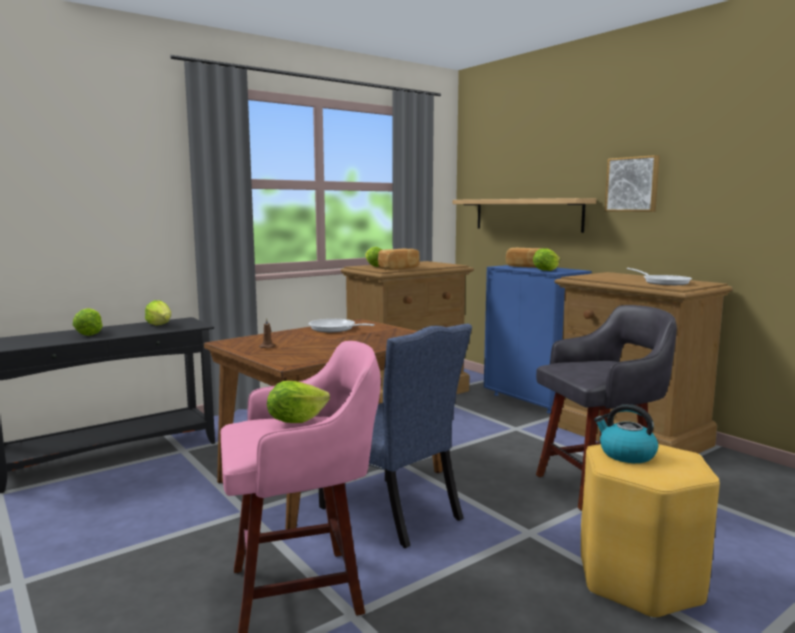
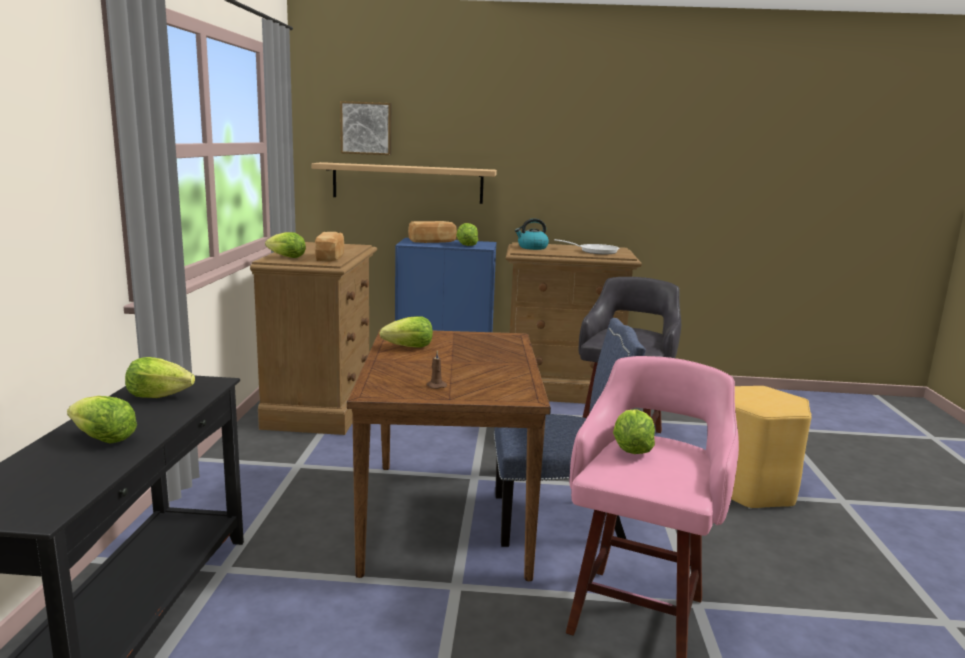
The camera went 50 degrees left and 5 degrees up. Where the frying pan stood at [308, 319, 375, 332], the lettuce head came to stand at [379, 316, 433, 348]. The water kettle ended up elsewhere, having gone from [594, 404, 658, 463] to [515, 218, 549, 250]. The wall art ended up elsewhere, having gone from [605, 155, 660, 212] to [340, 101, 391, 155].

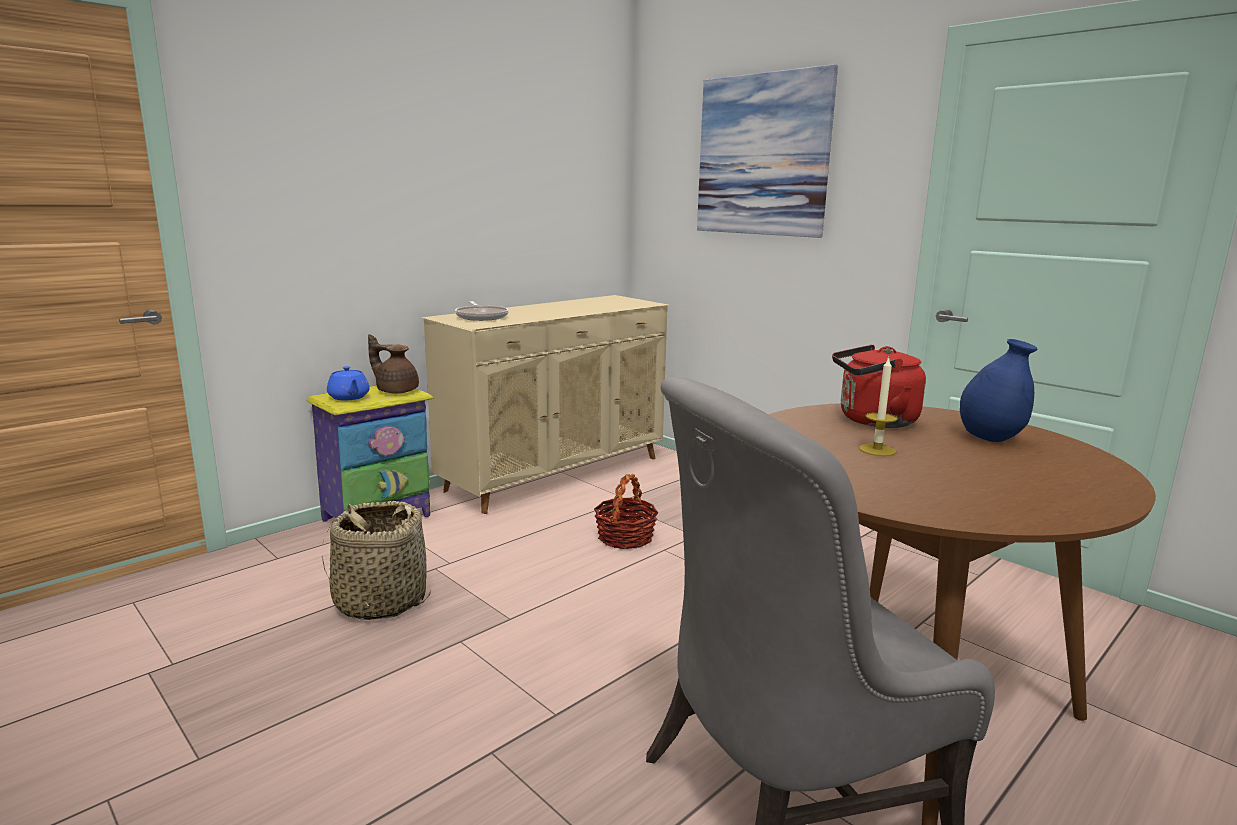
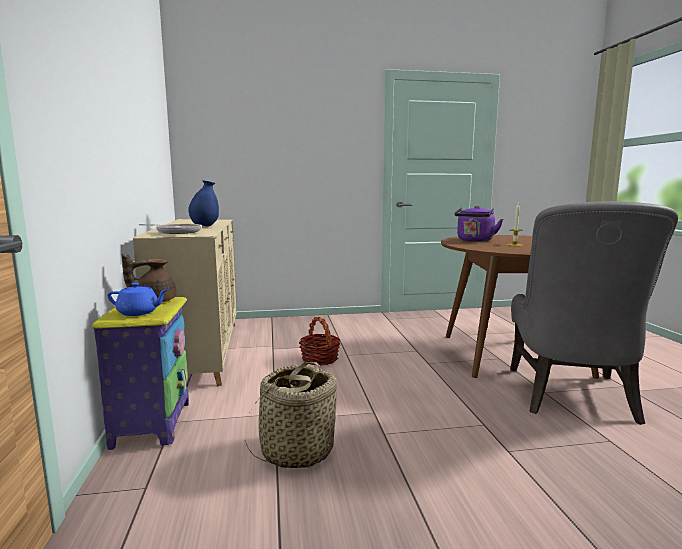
The camera went 55 degrees left and 5 degrees down. The second view lost the wall art at [697, 64, 838, 238]. What was the water kettle (red) at [832, 345, 926, 428] turned into the water kettle (purple) at [454, 206, 503, 242]. The flower vase (blue) ended up elsewhere, having gone from [960, 339, 1037, 442] to [188, 180, 219, 227].

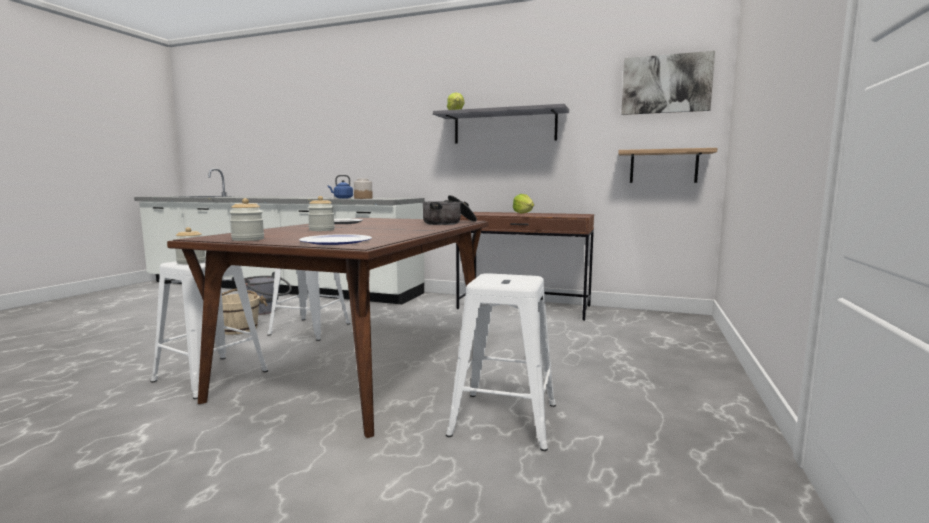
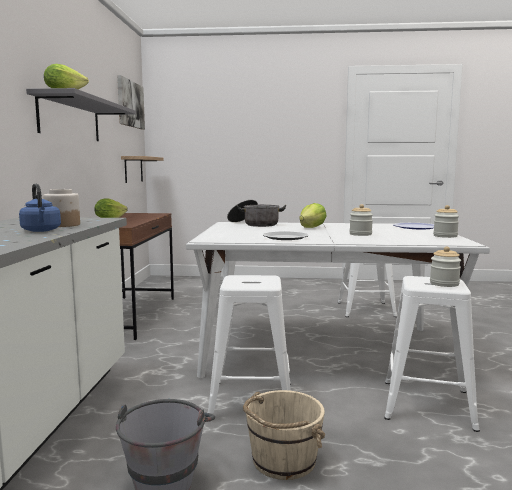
The camera went 105 degrees left and 0 degrees up. What was the kitchen table (brown-coloured) at [167, 218, 489, 438] turned into the kitchen table (white-coloured) at [186, 222, 490, 378]. The second view gained the lettuce head at [299, 203, 327, 228].

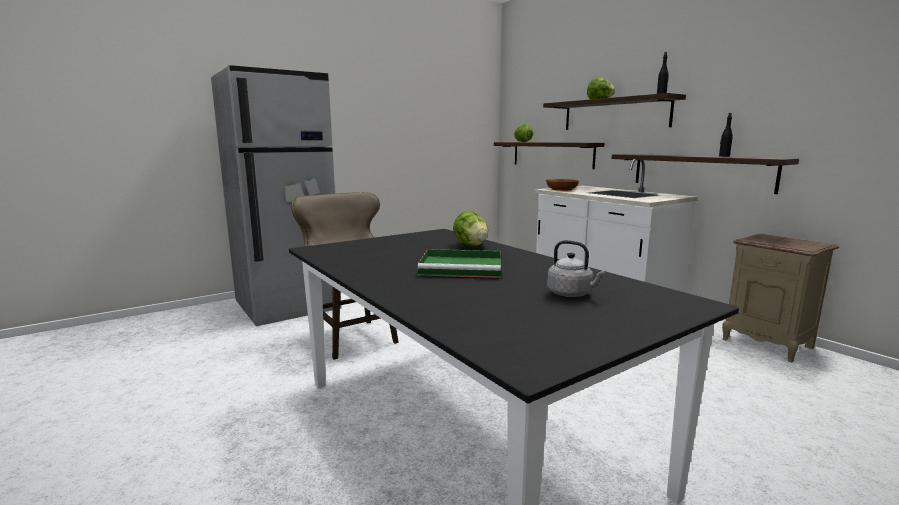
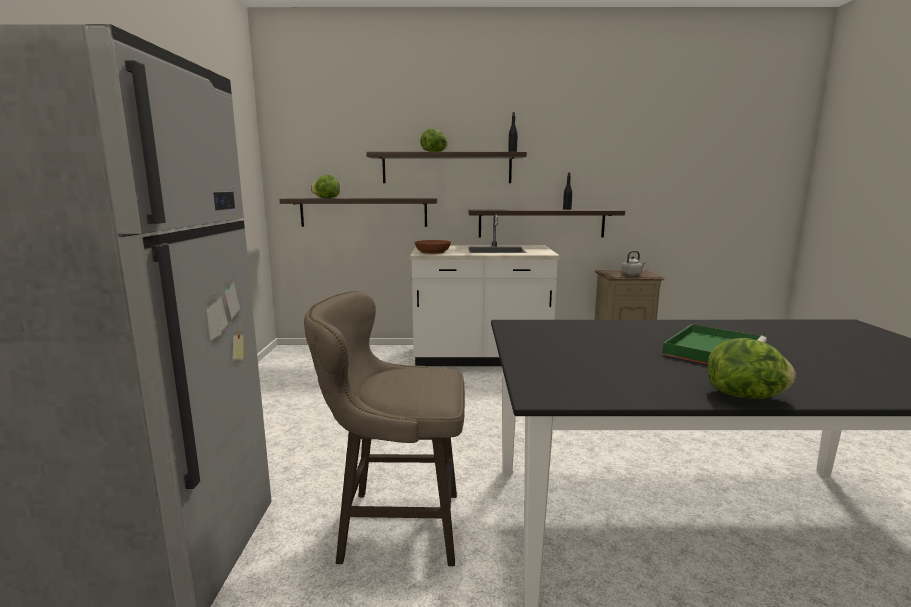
The camera went 55 degrees left and 0 degrees up. The lettuce head ended up elsewhere, having gone from [453, 210, 488, 246] to [708, 338, 796, 399]. The water kettle (grey) ended up elsewhere, having gone from [547, 240, 606, 297] to [621, 251, 646, 276].

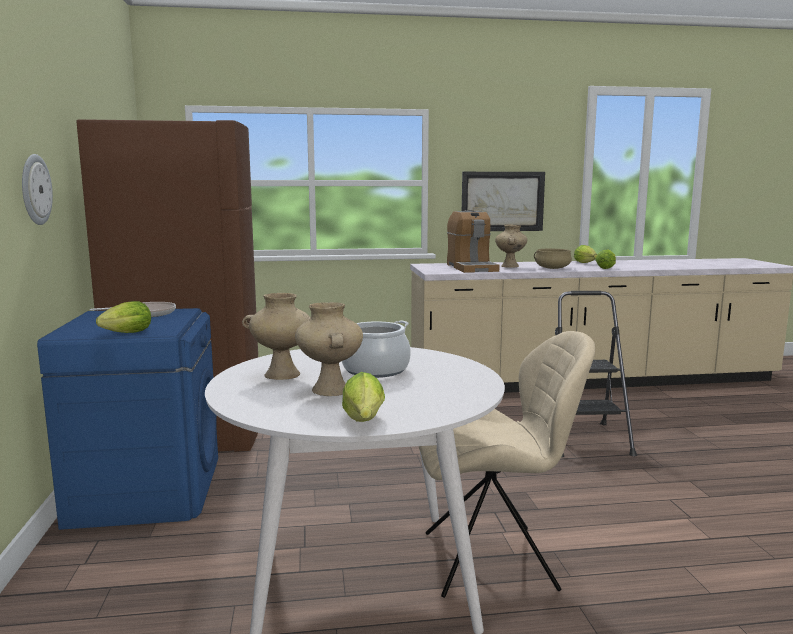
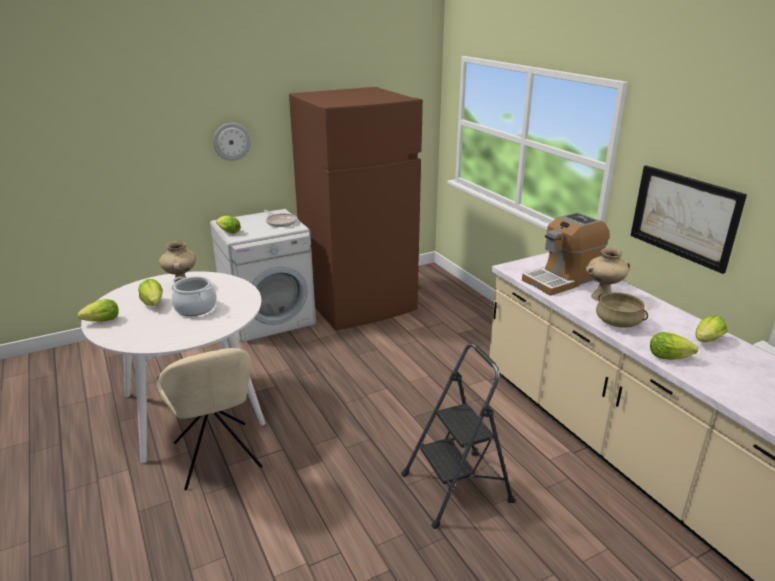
The camera went 70 degrees right and 15 degrees up. What was the laundry machine (blue) at [37, 308, 218, 530] turned into the laundry machine (white-coloured) at [210, 209, 316, 342]. Where the flower vase (sand-coloured) stood at [295, 302, 363, 396], the lettuce head came to stand at [138, 279, 163, 306].

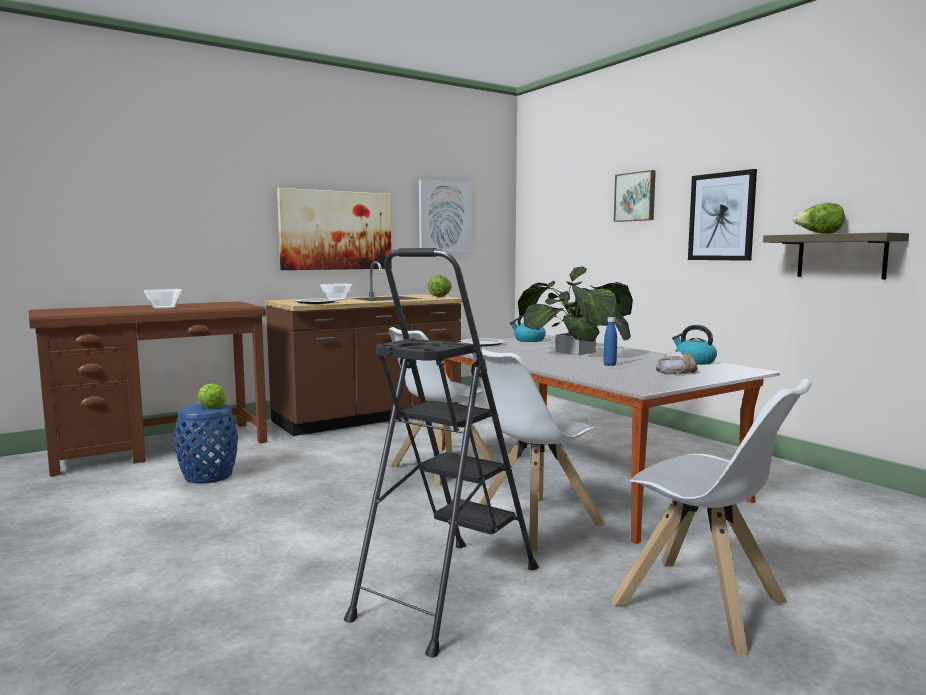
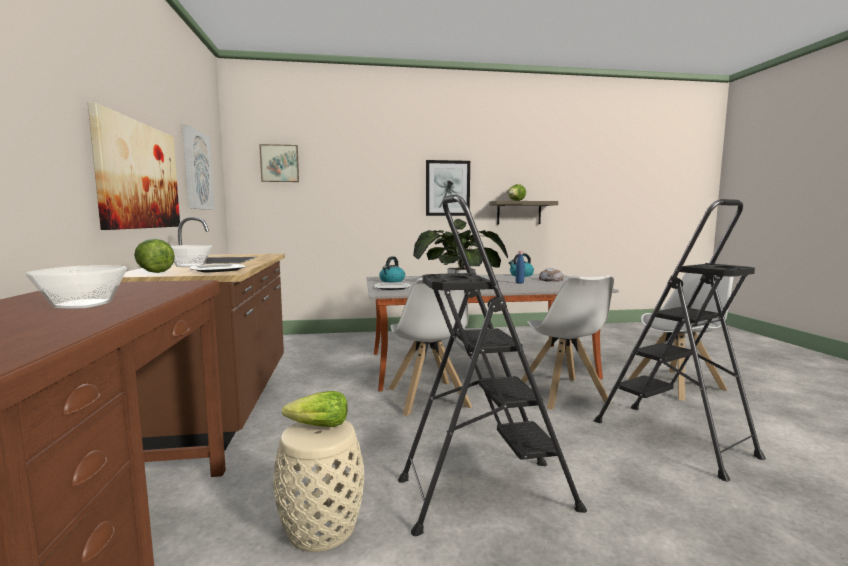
The camera went 65 degrees left and 0 degrees up. What was the sitting stool (blue) at [174, 403, 238, 484] turned into the sitting stool (sand-coloured) at [273, 421, 364, 552]. The lettuce head ended up elsewhere, having gone from [428, 275, 452, 297] to [134, 239, 175, 273]. The wall art ended up elsewhere, having gone from [614, 170, 656, 222] to [259, 144, 299, 182]. The second view gained the stepladder at [398, 194, 587, 536].

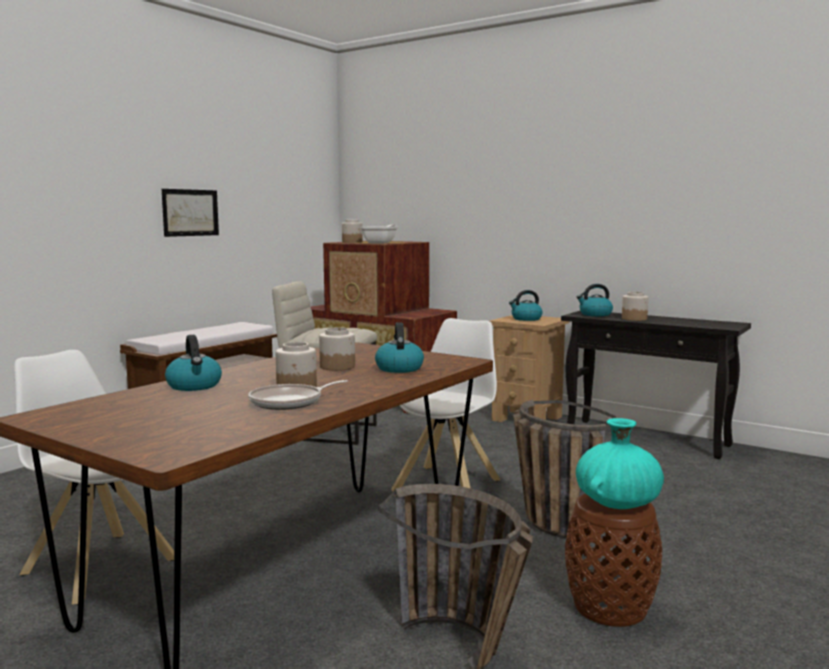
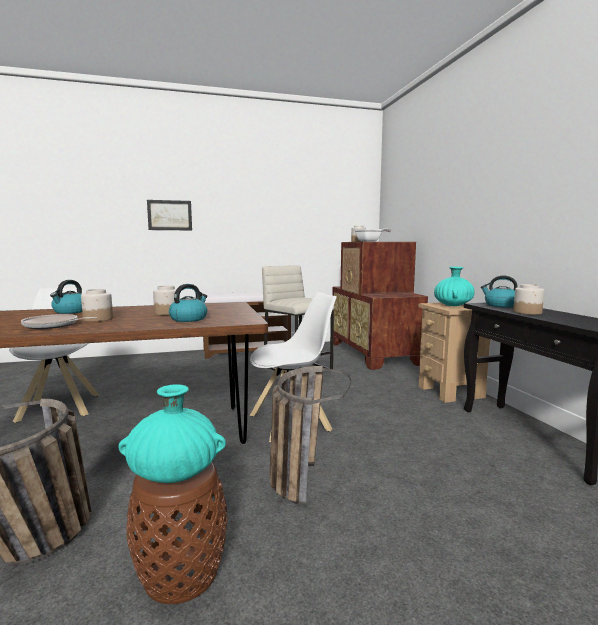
The camera went 40 degrees right and 0 degrees up. The wall art ended up elsewhere, having gone from [162, 189, 219, 237] to [147, 200, 192, 230]. Where the water kettle stood at [509, 290, 543, 321], the flower vase (blue-green) came to stand at [434, 267, 475, 306].

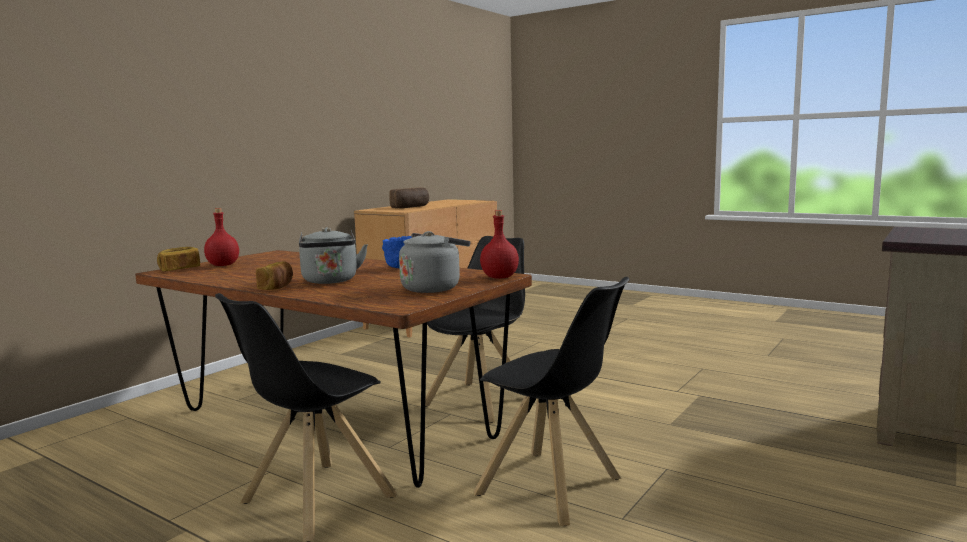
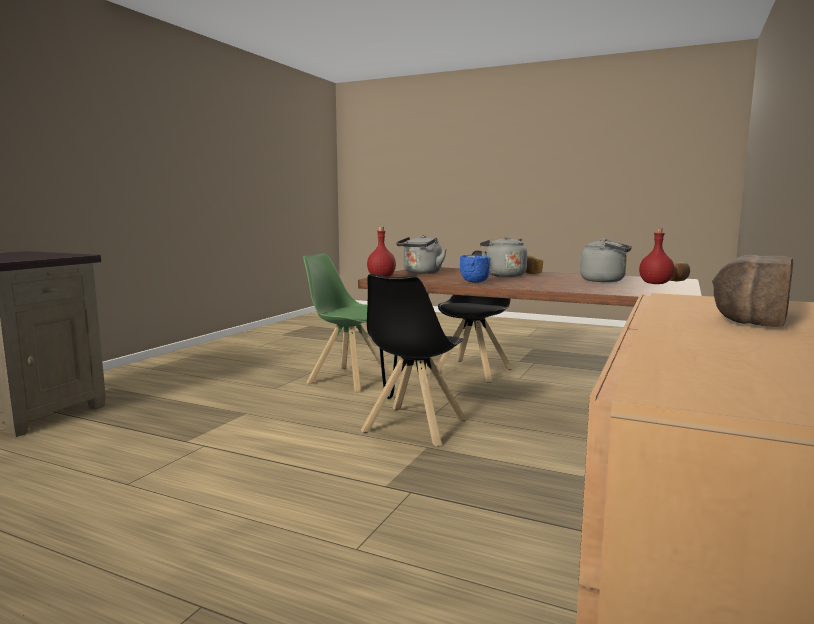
The camera went 170 degrees right and 0 degrees up. What was the upright chair (black-coloured) at [474, 277, 630, 526] turned into the upright chair (green) at [303, 253, 391, 392]. The second view gained the water kettle (grey) at [580, 238, 632, 282].

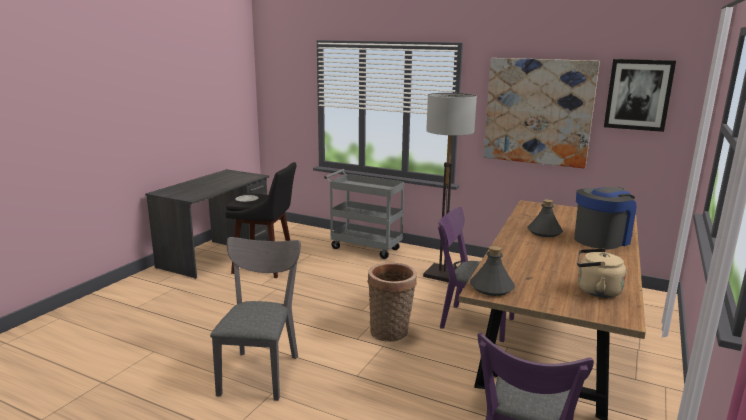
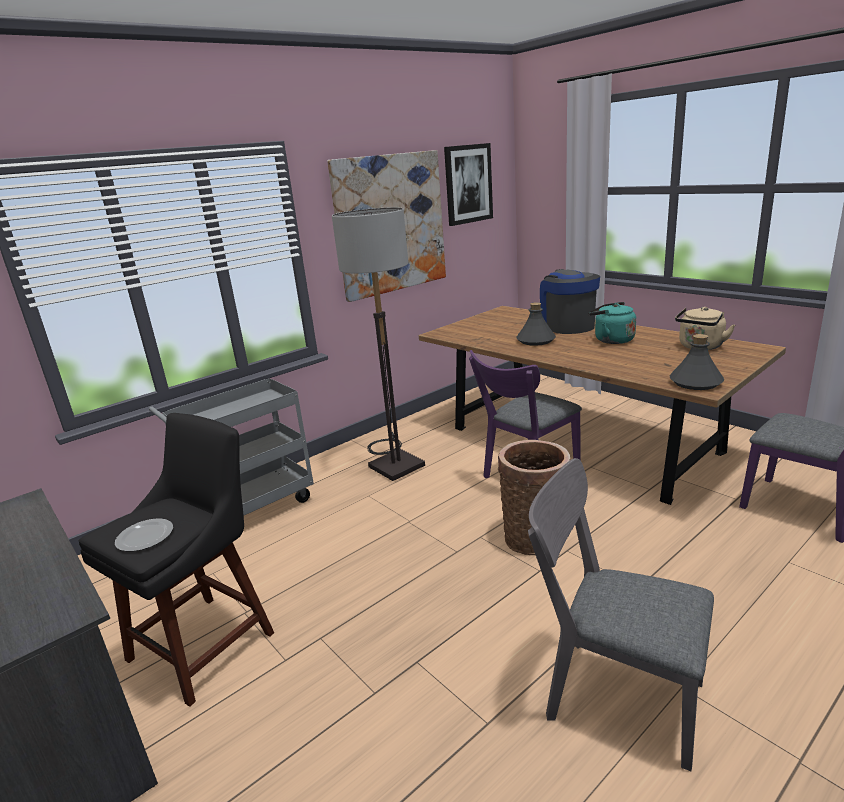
The camera went 65 degrees left and 5 degrees up. The second view gained the water kettle (blue-green) at [588, 302, 636, 344].

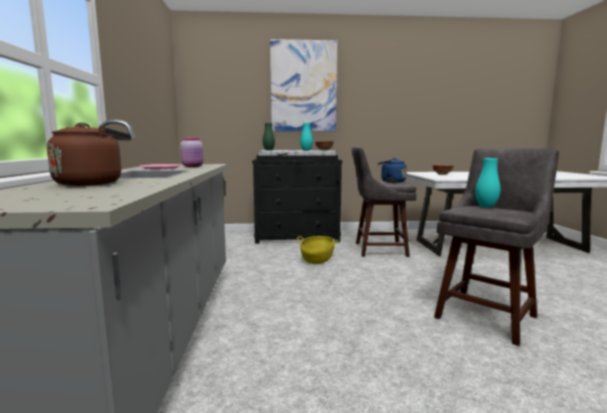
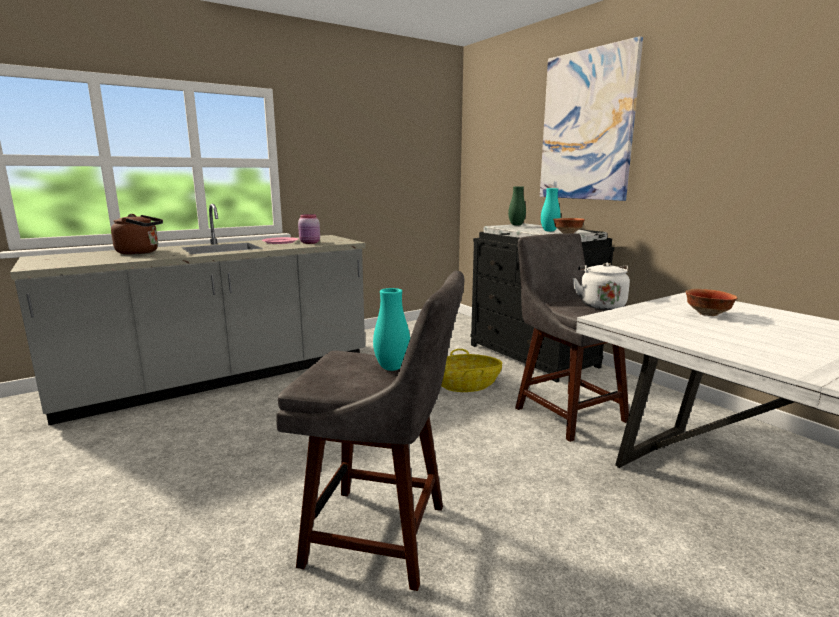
The camera went 60 degrees right and 5 degrees up. What was the water kettle (blue) at [378, 158, 407, 183] turned into the water kettle (white-coloured) at [573, 263, 630, 309].

